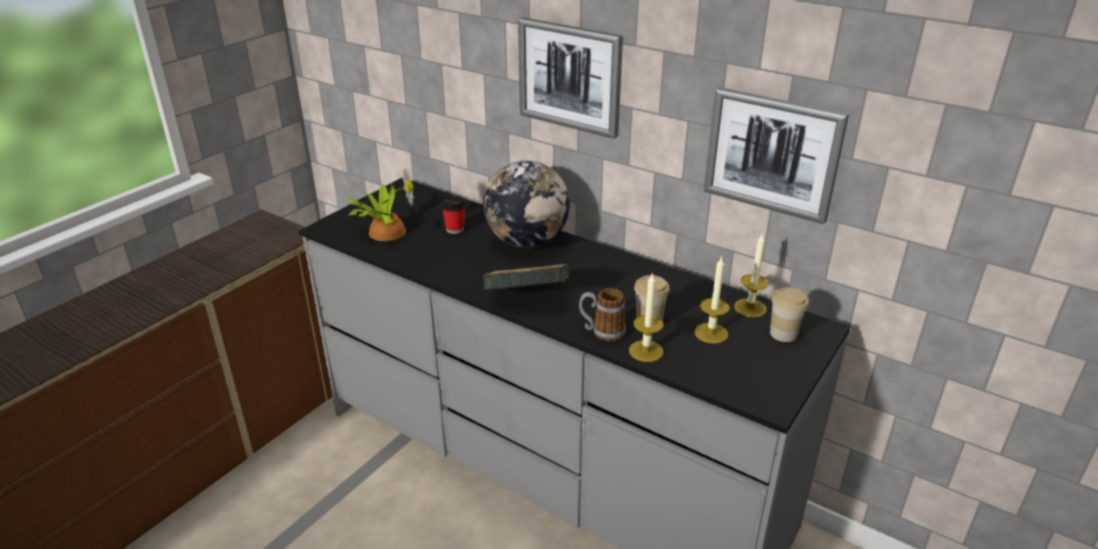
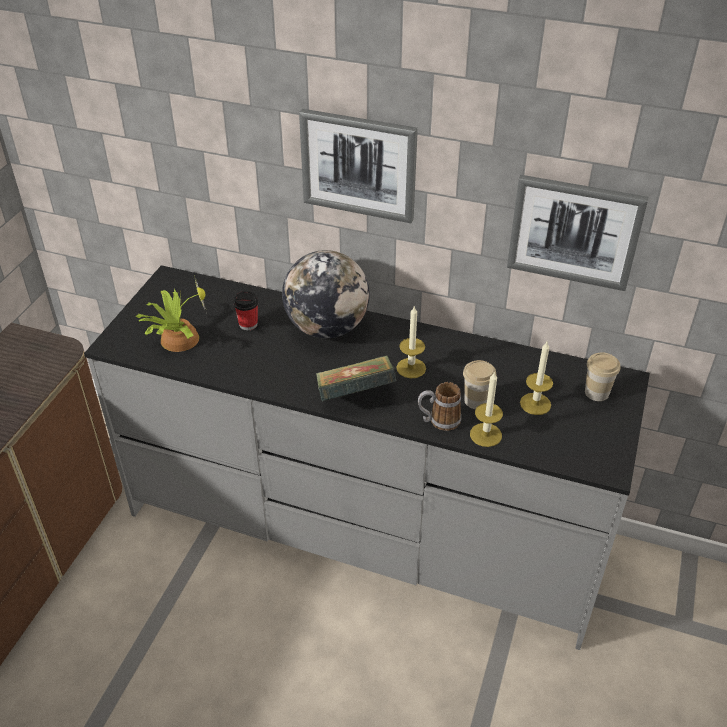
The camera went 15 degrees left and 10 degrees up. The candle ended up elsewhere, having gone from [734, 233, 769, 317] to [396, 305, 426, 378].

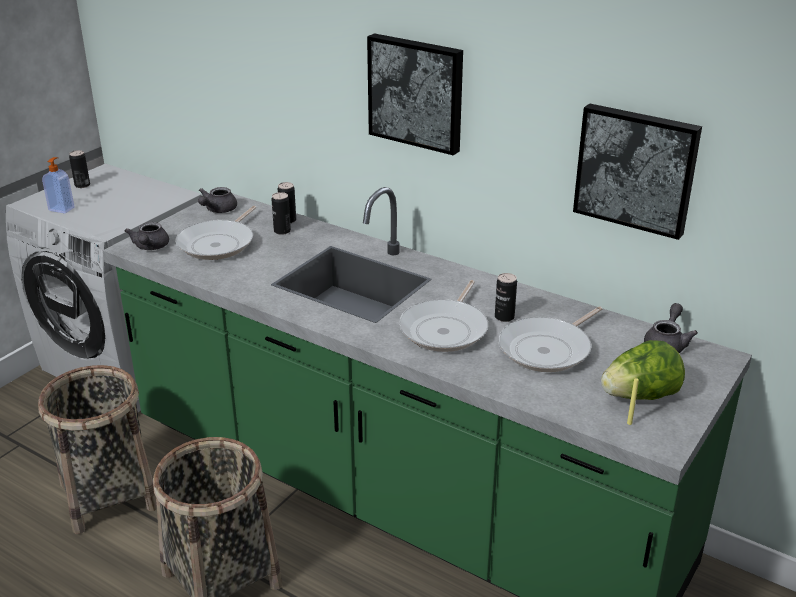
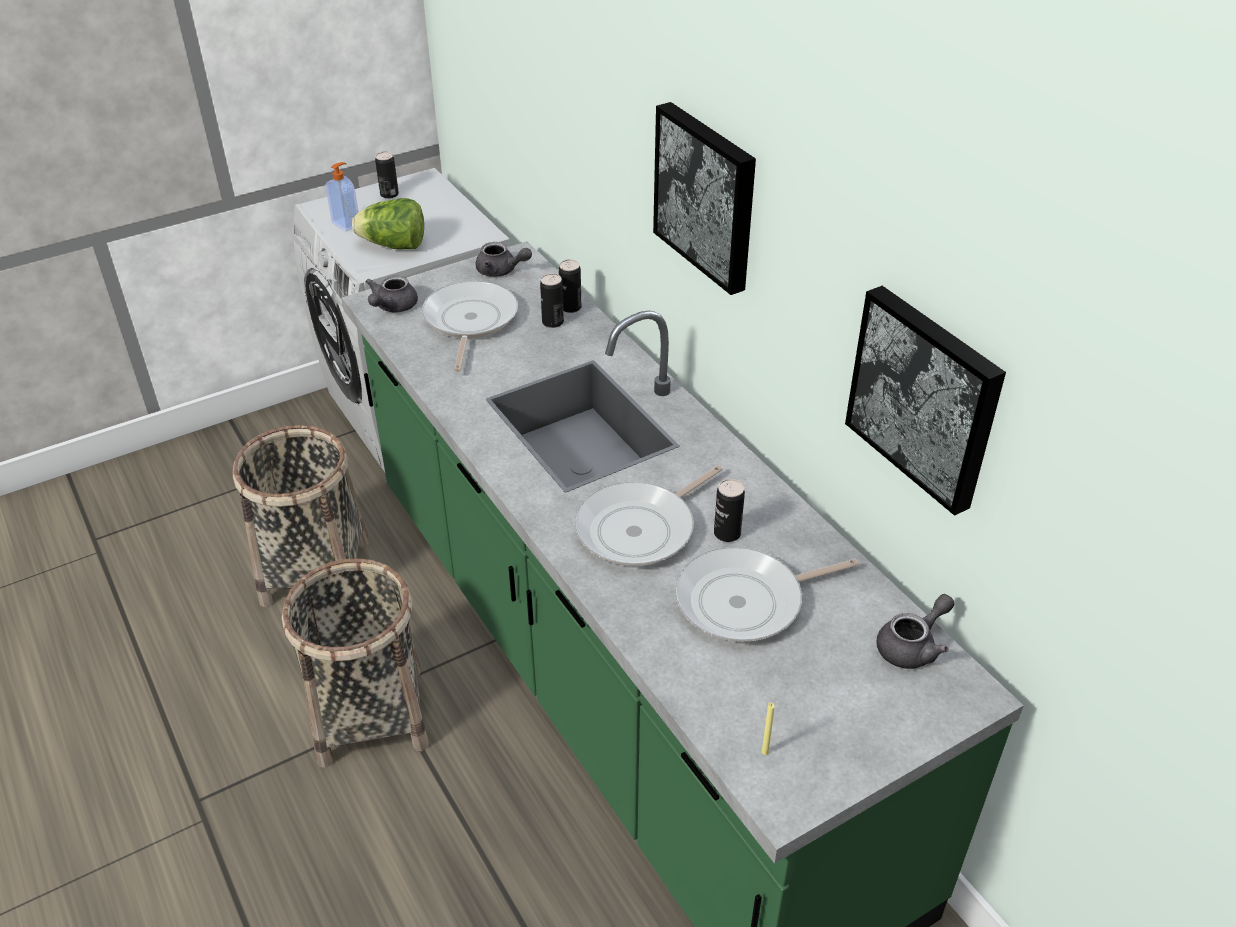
The camera went 25 degrees right and 10 degrees up. The frying pan at [175, 206, 256, 260] ended up facing another way, 135 degrees clockwise from before. The pot for tea (grey) at [198, 187, 237, 213] ended up facing another way, 120 degrees counterclockwise from before. The lettuce head ended up elsewhere, having gone from [601, 340, 685, 400] to [352, 198, 424, 250].

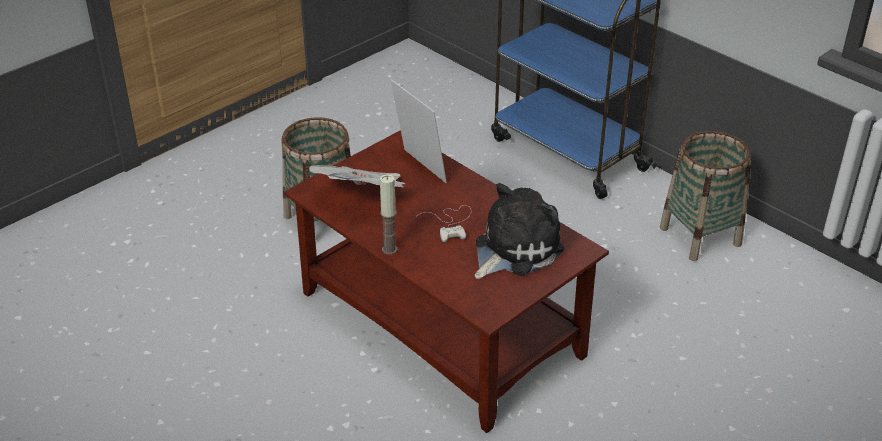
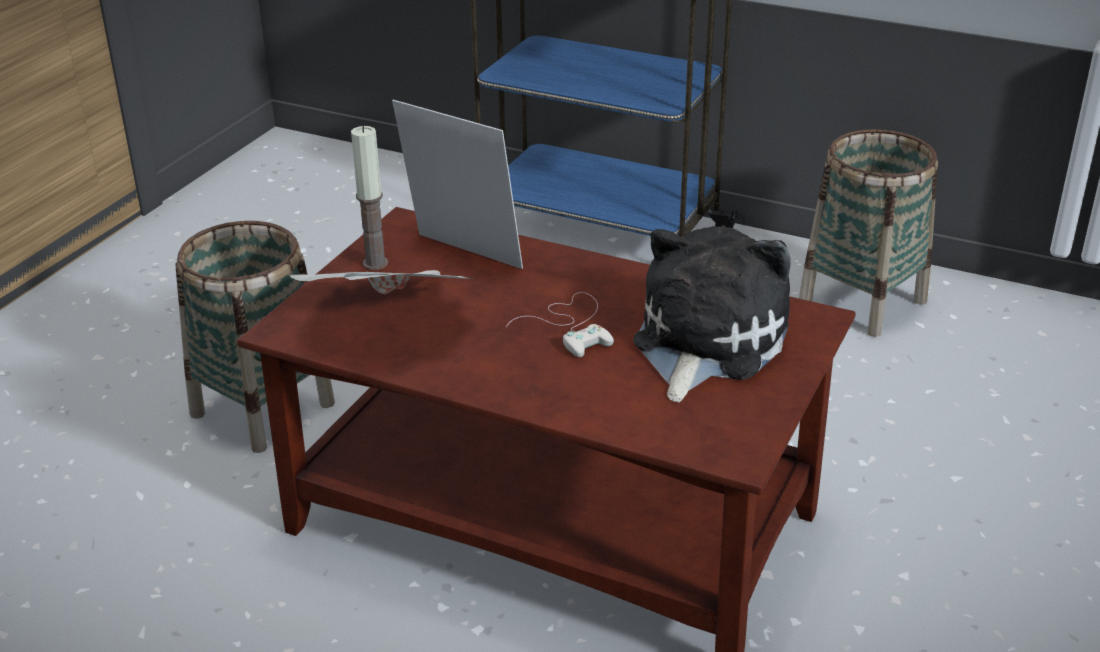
The camera went 20 degrees left and 5 degrees down. The candle ended up elsewhere, having gone from [380, 174, 397, 255] to [351, 126, 388, 270].

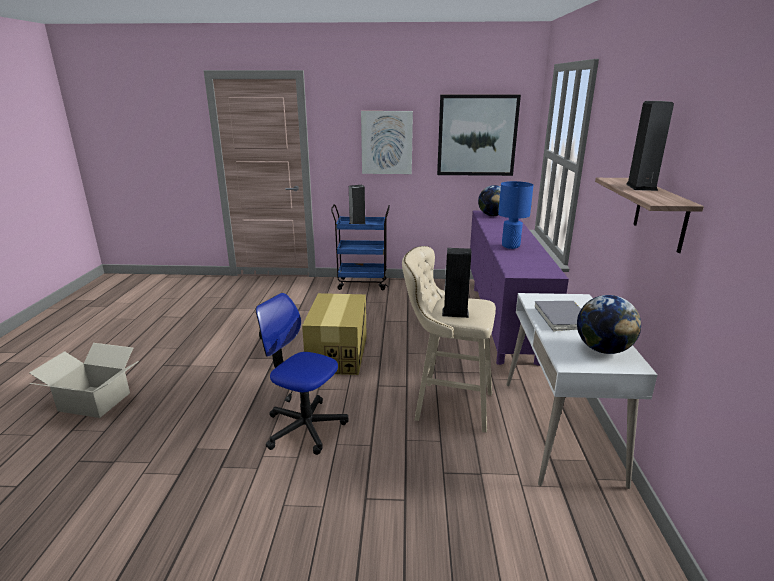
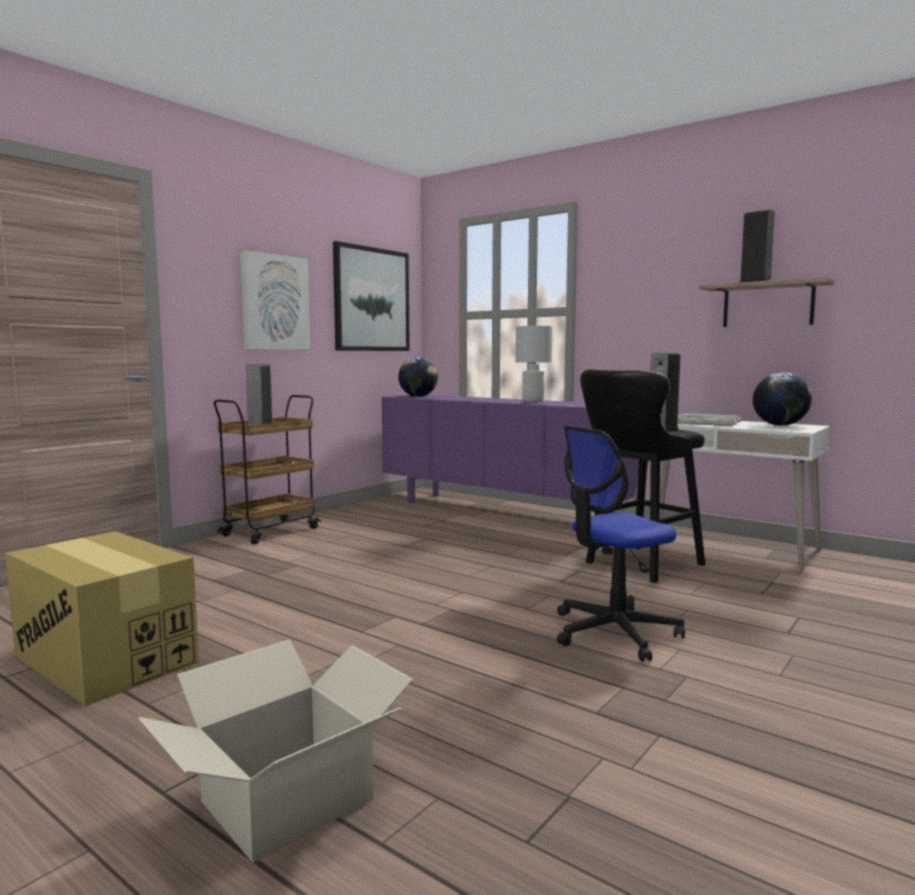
The camera went 55 degrees left and 15 degrees down. The carton ended up elsewhere, having gone from [302, 293, 367, 375] to [6, 531, 199, 706]. What was the cart (blue) at [331, 204, 390, 290] turned into the cart (brown-coloured) at [214, 395, 321, 544]. What was the sitting stool (sand-coloured) at [402, 246, 496, 433] turned into the sitting stool (black-coloured) at [580, 369, 705, 583]. What was the lamp for a table (blue) at [498, 181, 534, 249] turned into the lamp for a table (grey) at [515, 325, 552, 403].

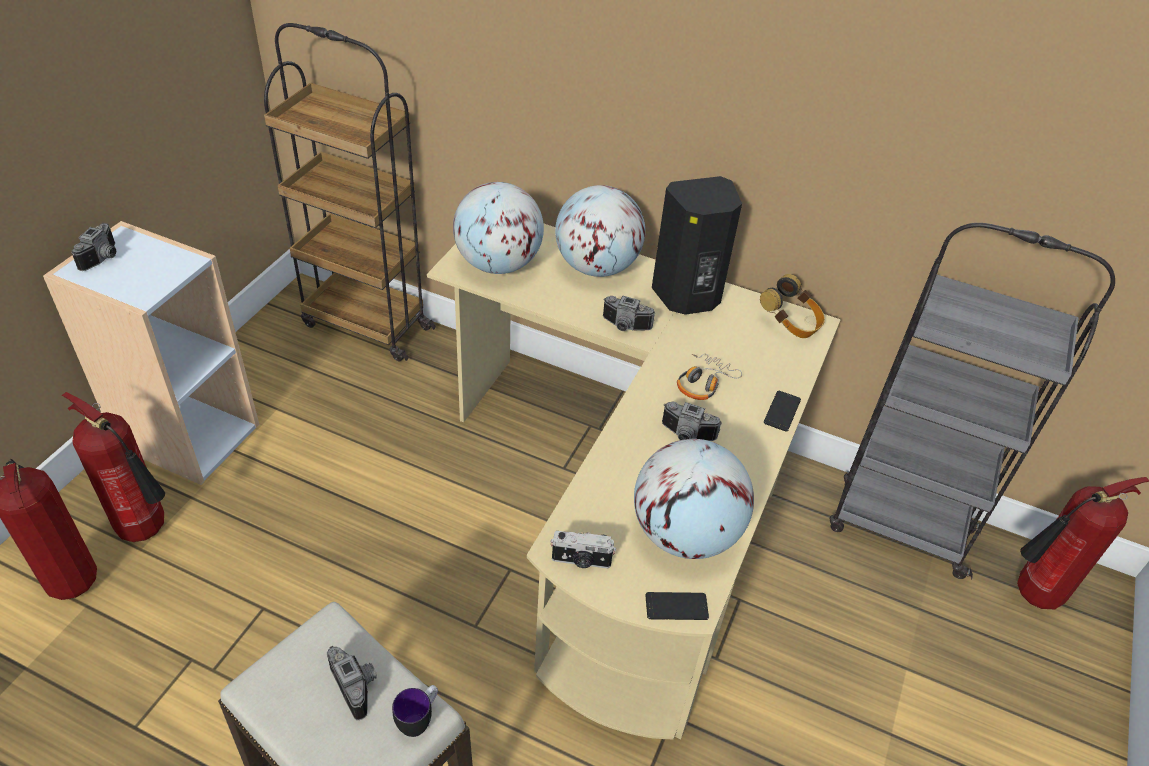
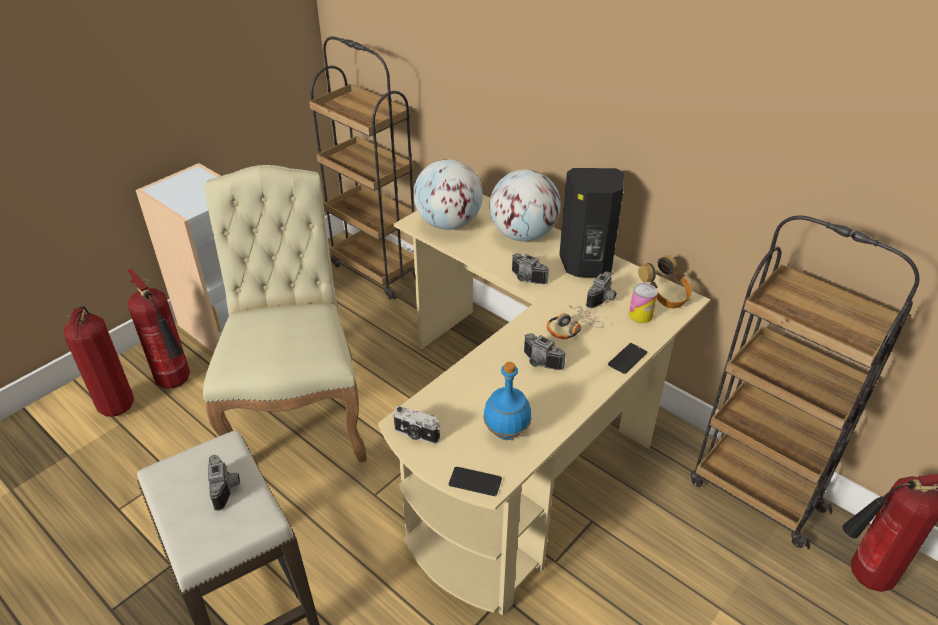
The camera went 20 degrees right and 5 degrees down. The still camera ended up elsewhere, having gone from [71, 223, 116, 271] to [586, 271, 616, 308]. The second view lost the mug at [392, 685, 438, 737]. Where the desk globe stood at [634, 439, 754, 559], the bottle (blue) came to stand at [483, 362, 531, 440]. What was the cart (grey) at [830, 223, 1115, 579] turned into the cart (brown-coloured) at [691, 215, 919, 550]. The second view gained the upright chair (sand-coloured) at [203, 165, 366, 462]. The second view gained the metal can at [629, 283, 658, 323].

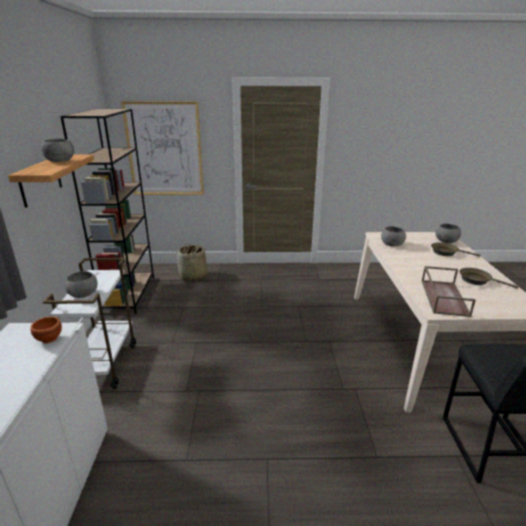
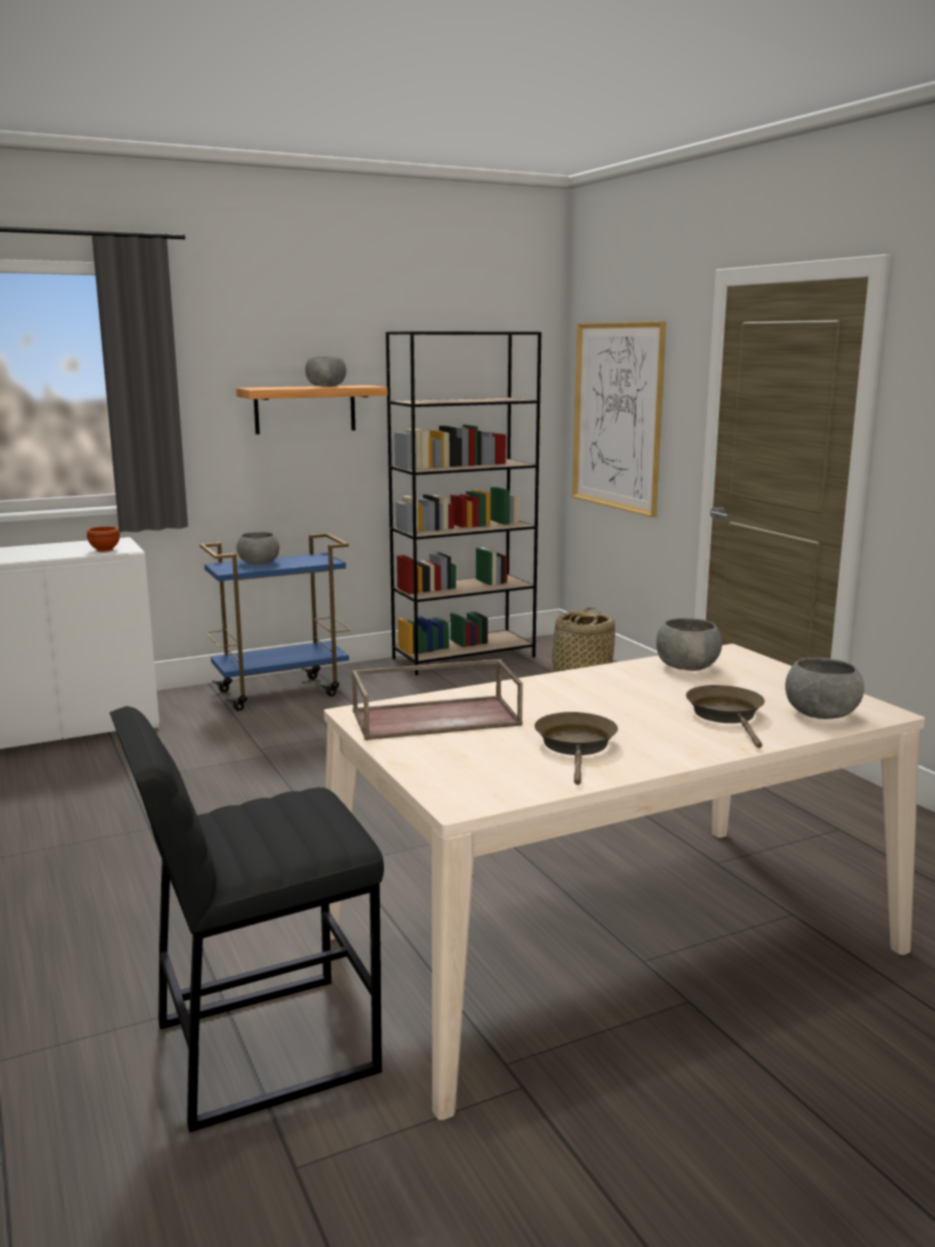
The camera went 65 degrees right and 10 degrees down. What was the cart (white-coloured) at [43, 258, 136, 389] turned into the cart (blue) at [200, 533, 351, 711].

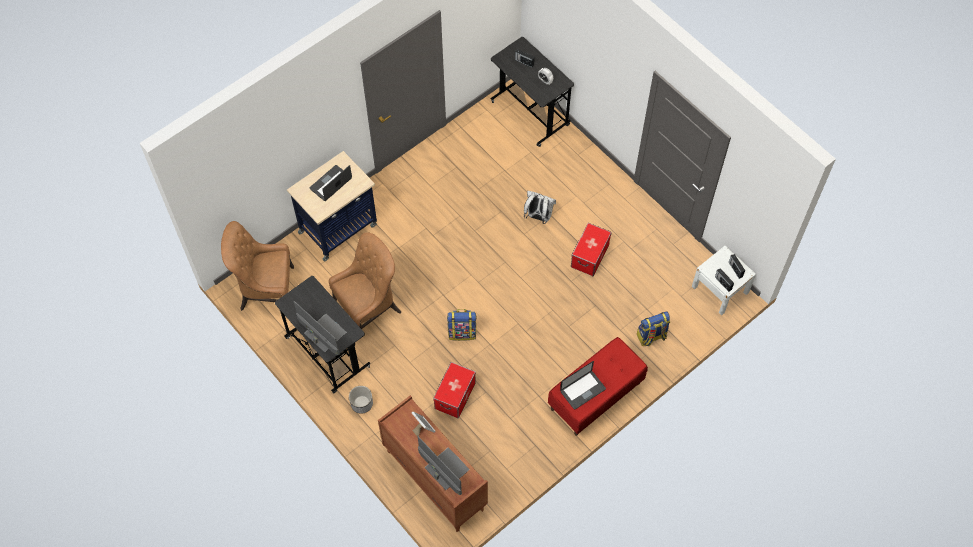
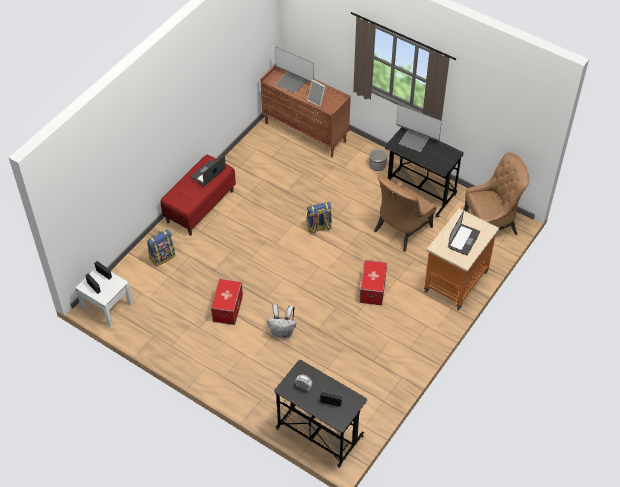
The camera went 165 degrees right and 10 degrees down. What was the cart (blue) at [287, 151, 377, 261] turned into the cart (orange-coloured) at [424, 208, 499, 310]. The storage container ended up elsewhere, having gone from [433, 362, 476, 418] to [360, 260, 387, 305].

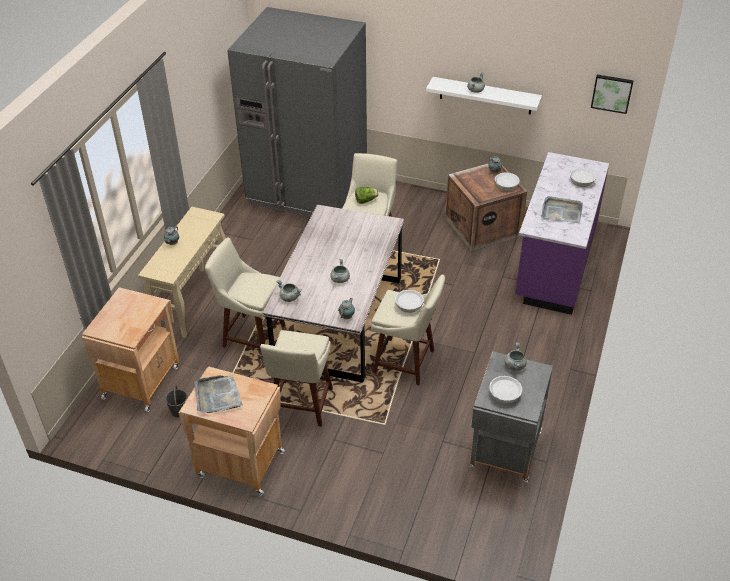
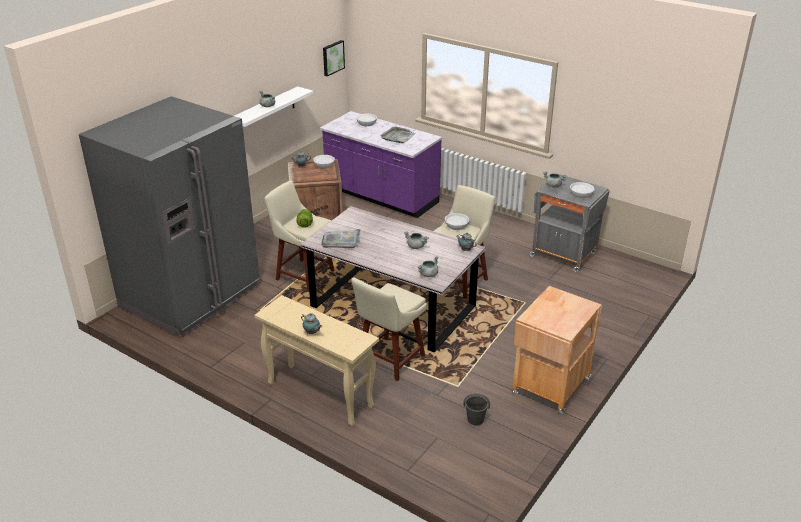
The camera went 75 degrees left and 10 degrees down. The second view lost the cart (brown-coloured) at [82, 287, 179, 412]. The tray (grey) ended up elsewhere, having gone from [195, 376, 243, 413] to [321, 229, 360, 248]. The second view lost the sitting stool (sand-coloured) at [260, 330, 333, 427].

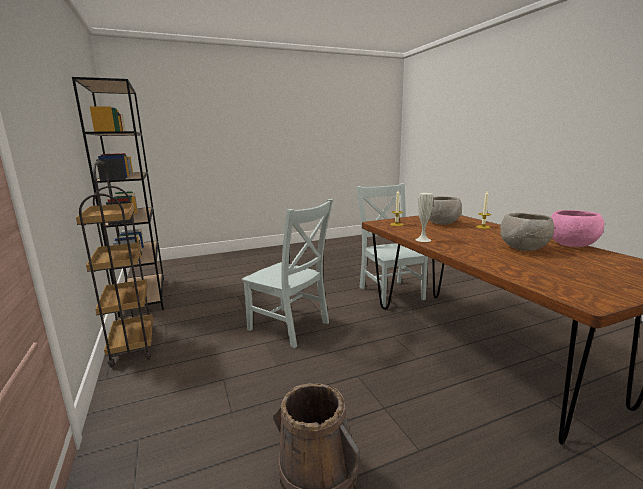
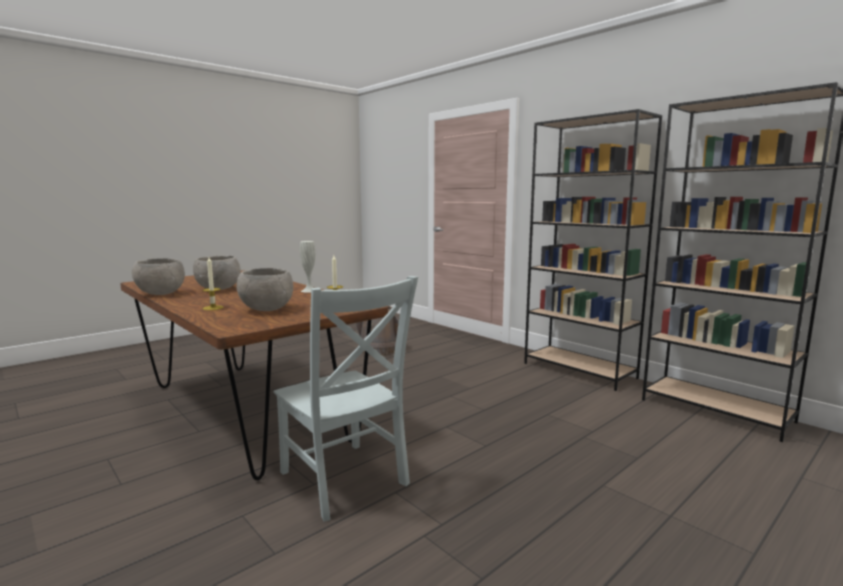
The camera went 160 degrees right and 5 degrees down. Where the cart (brown-coloured) stood at [76, 160, 154, 368], the bookcase (sand-coloured) came to stand at [524, 109, 662, 391]. The second view lost the upright chair (grey) at [242, 199, 333, 348]. What was the deep dish (pink) at [551, 210, 604, 247] turned into the deep dish (grey) at [132, 258, 185, 295].

